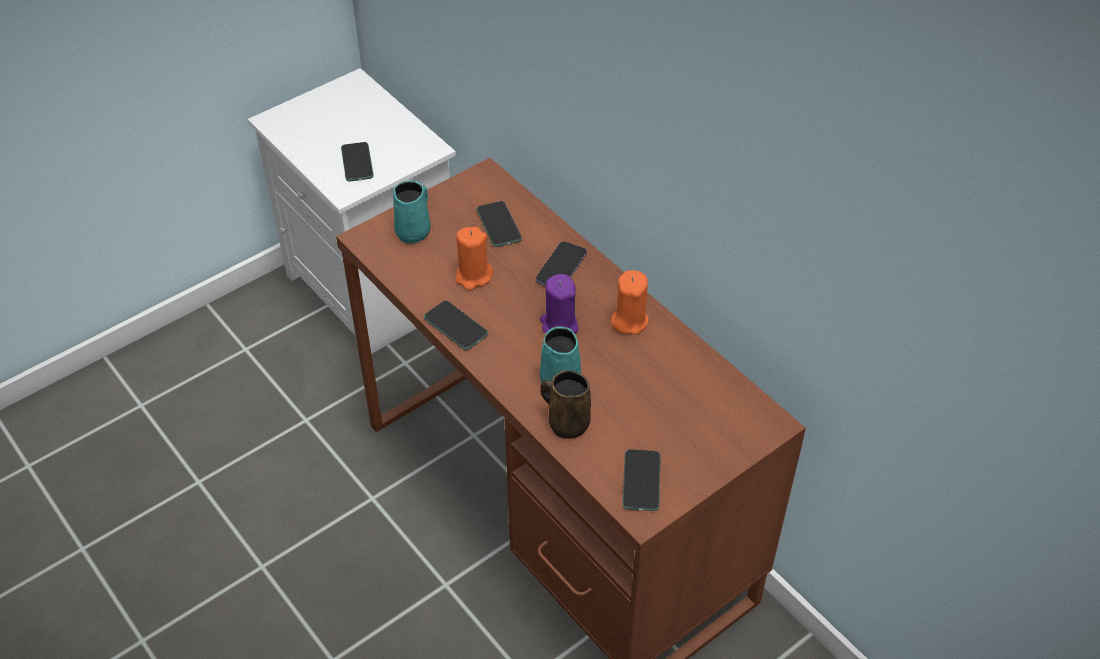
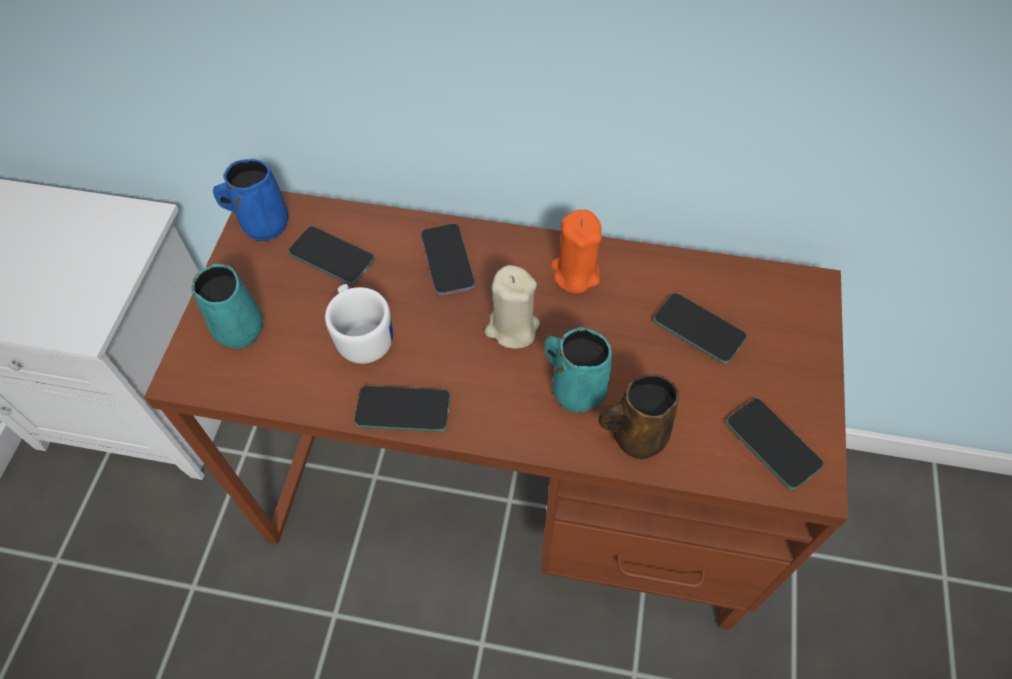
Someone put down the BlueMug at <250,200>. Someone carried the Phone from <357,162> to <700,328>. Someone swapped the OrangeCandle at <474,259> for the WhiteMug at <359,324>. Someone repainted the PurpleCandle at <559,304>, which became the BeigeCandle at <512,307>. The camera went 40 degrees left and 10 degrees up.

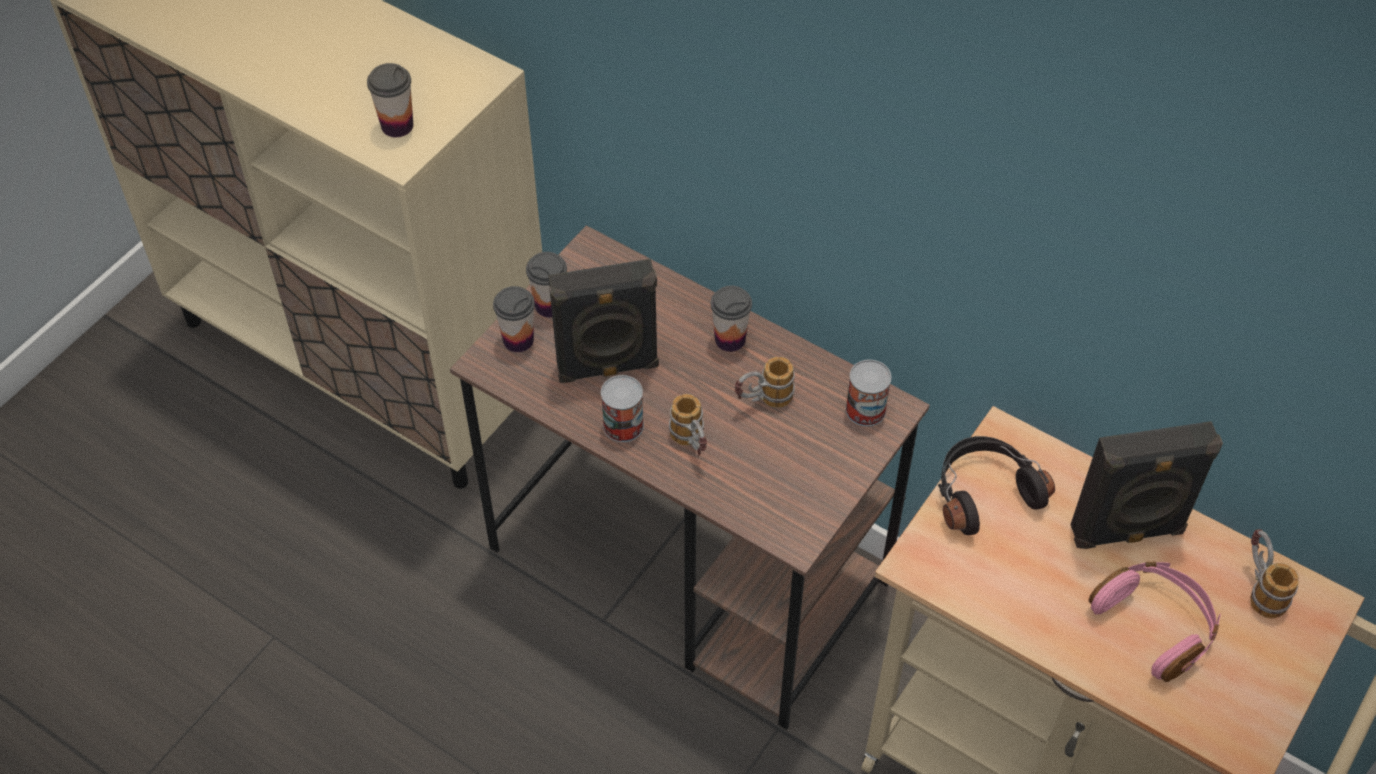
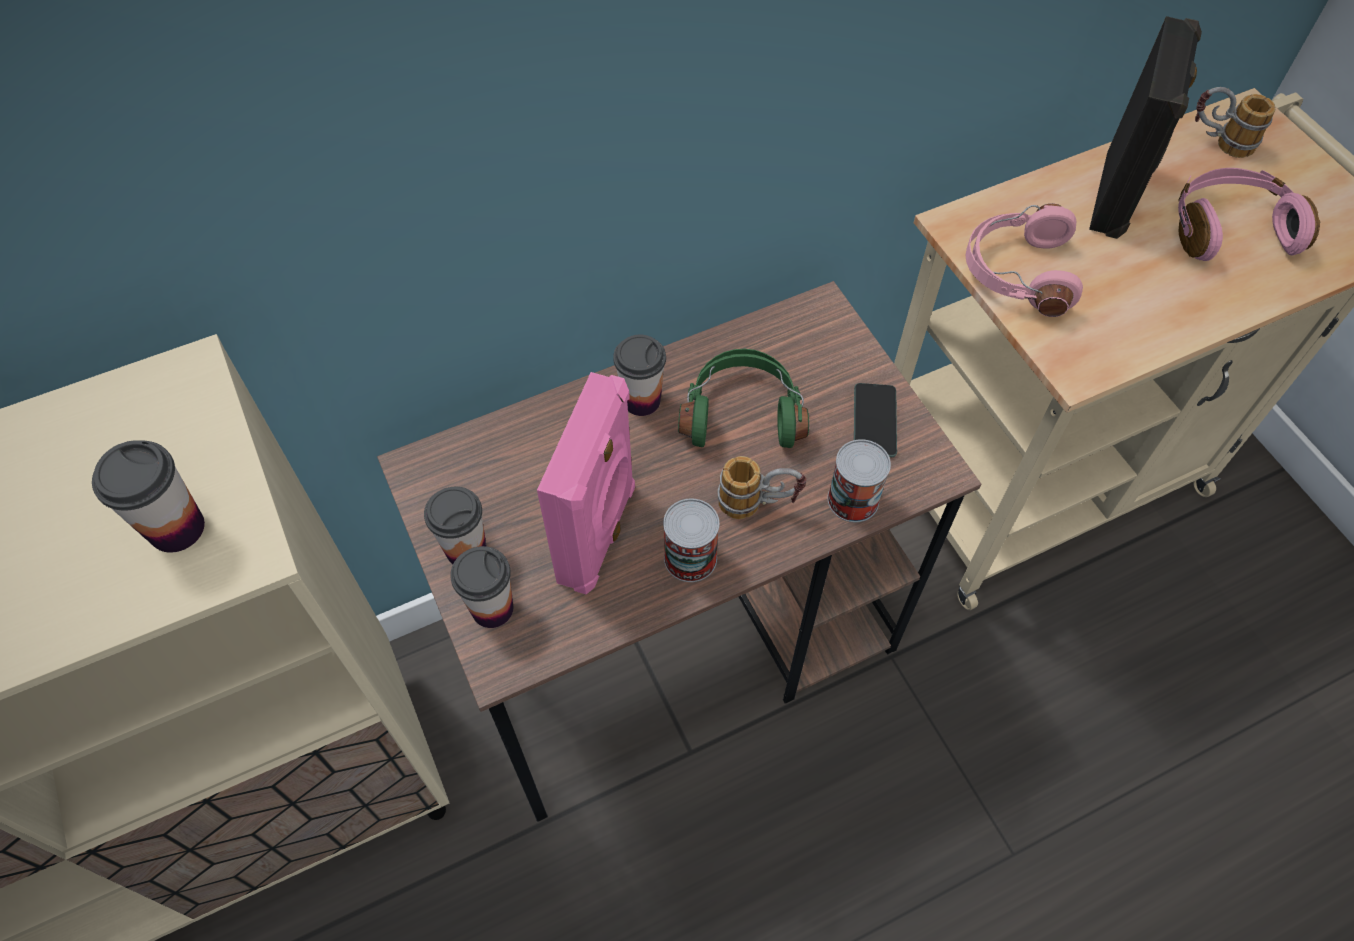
Someone put down the Phone at <875,420>. Someone carried the Can from <868,393> to <859,480>. Someone swapped the Mug at <765,382> for the GreenHeadphones at <743,398>. Someone repainted the BlackSpeaker at <603,321>, which became the PinkSpeaker at <586,483>. Someone repainted the BlackHeadphones at <996,485>, which became the PinkHeadphones at <1024,260>. The camera went 60 degrees left and 5 degrees up.

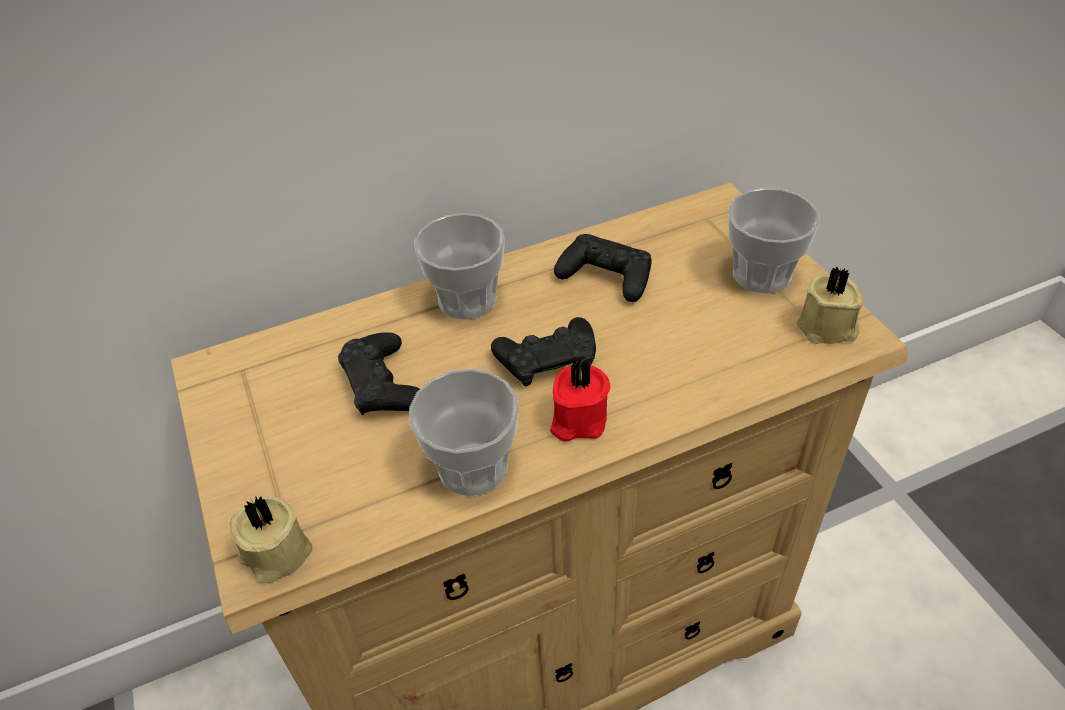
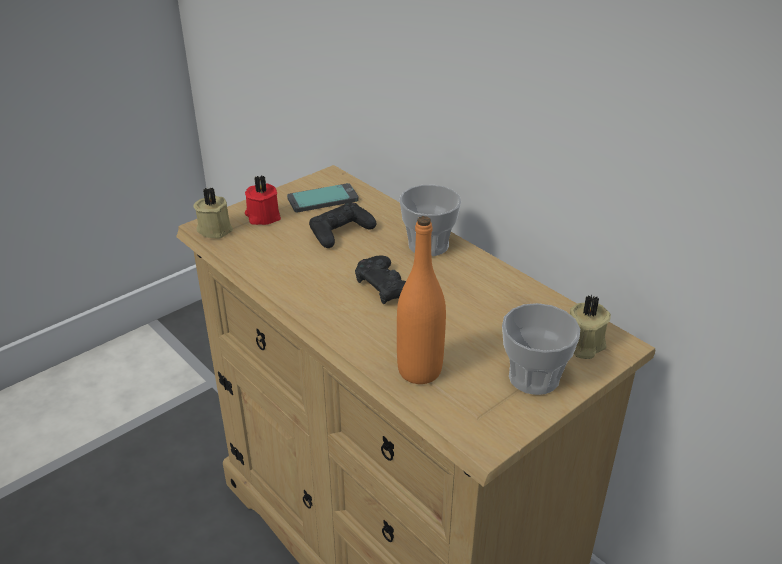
Someone took away the Cup at <464,432>. Someone took away the BlackGameController at <603,268>. Someone put down the Phone at <323,198>. Someone put down the OrangeBottle at <421,300>. Someone carried the RedCandle from <580,400> to <263,200>. Someone carried the BeigeCandle from <830,305> to <590,327>. The camera went 70 degrees right and 10 degrees down.

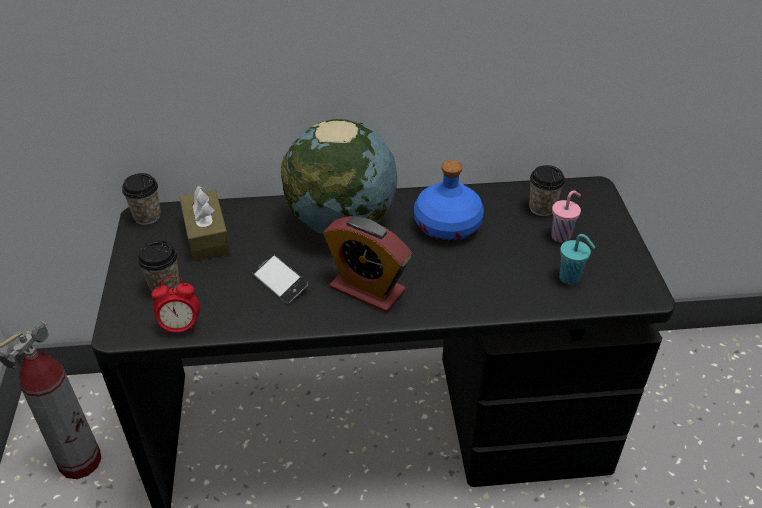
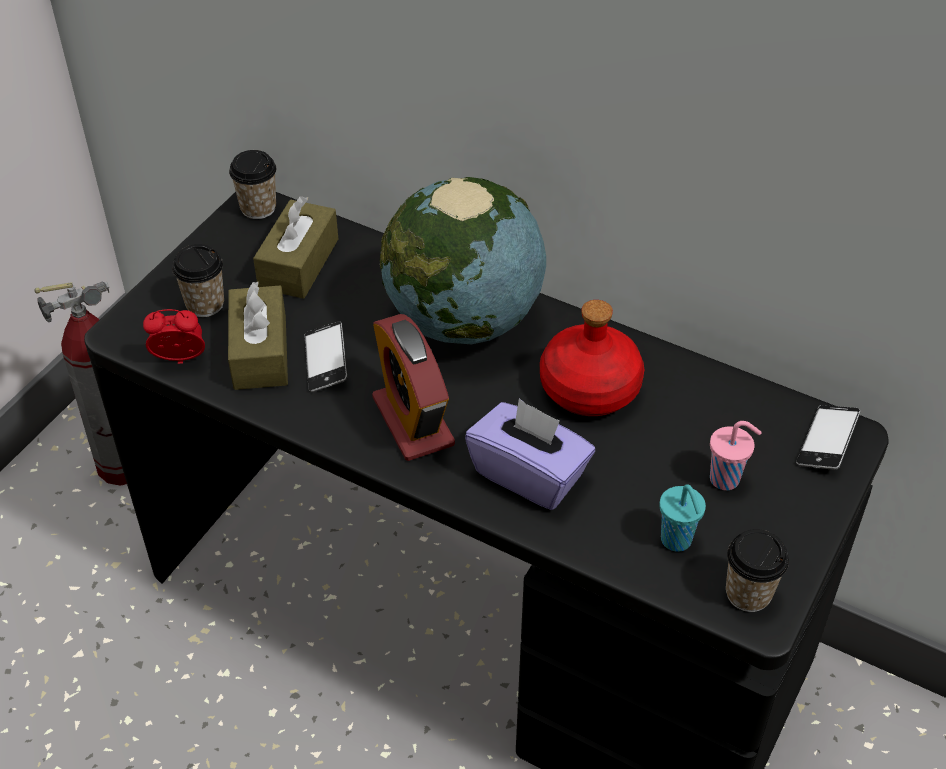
Someone put down the BrownTissueBox at <258,335>. Someone put down the PurpleTissueBox at <530,454>. Someone put down the Phone at <828,437>. Someone carried the Cup from <547,190> to <757,570>. Someone repainted the BlueBottle at <449,200>, which became the RedBottle at <592,358>. Someone rotated the AlarmClock at <175,306> by 150 degrees clockwise. The camera went 35 degrees right and 5 degrees up.

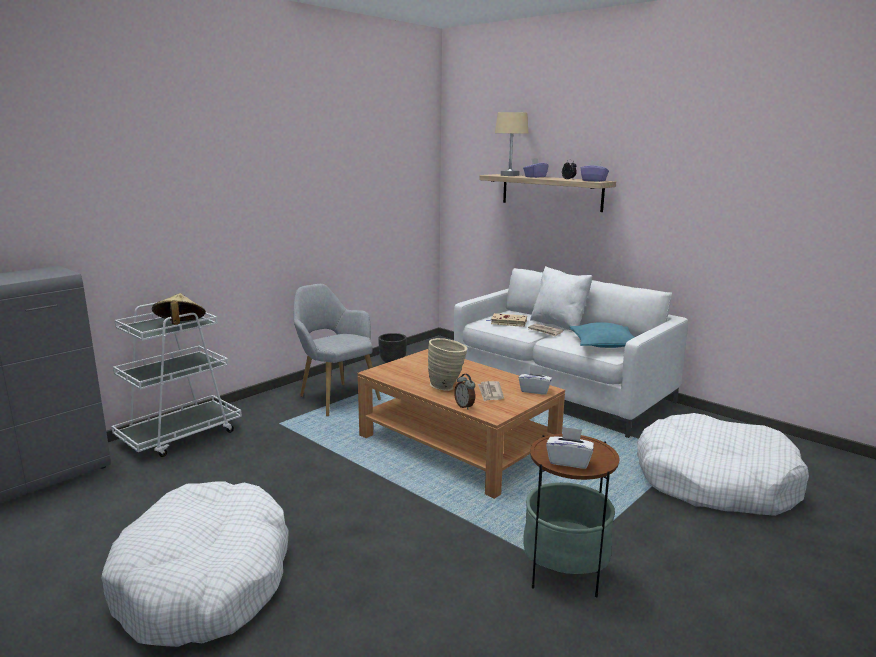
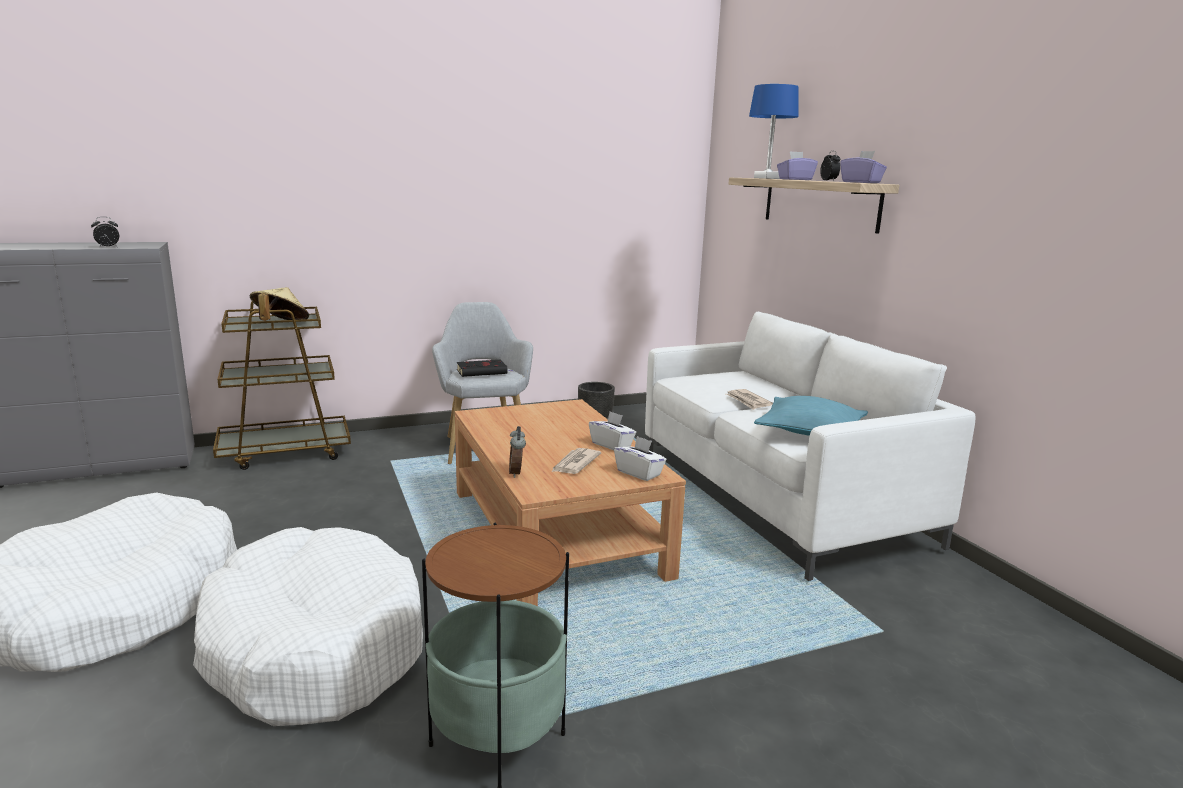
Someone took away the BeigeVase at <447,364>. Someone took away the BeigeBook at <507,320>. Someone took away the WhitePillow at <561,299>. Someone put down the AlarmClock at <105,232>. Someone put down the BlackBook at <485,368>. Someone carried the WhiteTissueBox from <570,448> to <612,430>. Someone carried the WhiteDogBed from <723,464> to <308,626>. Someone repainted the WhiteCart at <176,379>, which became the BrownCart at <282,386>. Someone repainted the BeigeTableLamp at <511,144>, which became the BlueTableLamp at <773,131>. The camera went 25 degrees right and 0 degrees up.

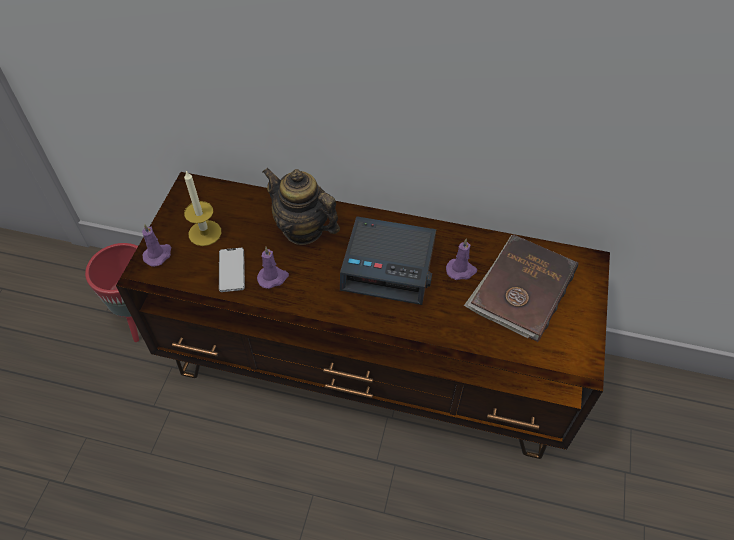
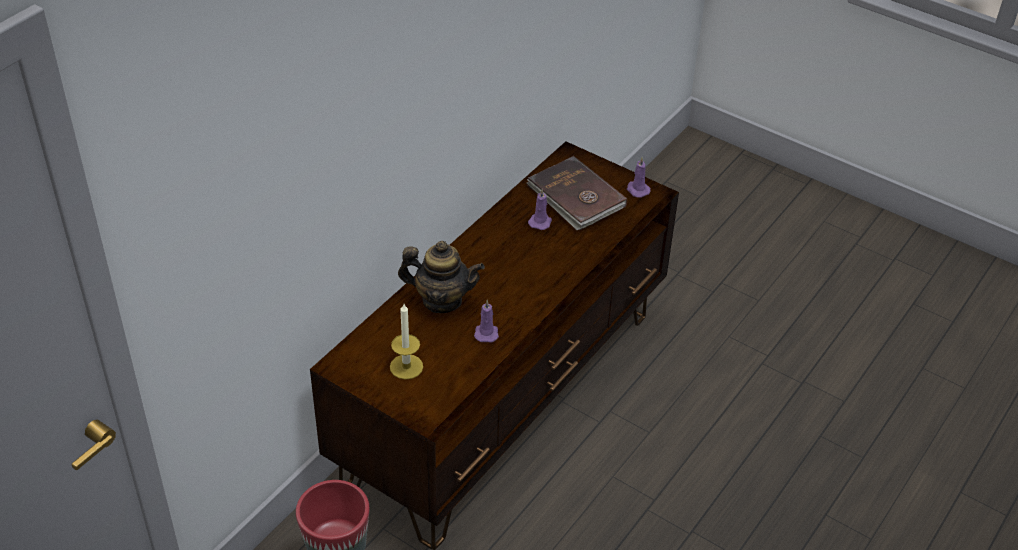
Someone took away the Phone at <232,270>. Someone took away the AlarmClock at <388,260>. Someone carried the PurpleCandle from <156,245> to <638,177>. Someone rotated the Teapot at <301,206> by 135 degrees counterclockwise. The camera went 70 degrees left and 10 degrees down.

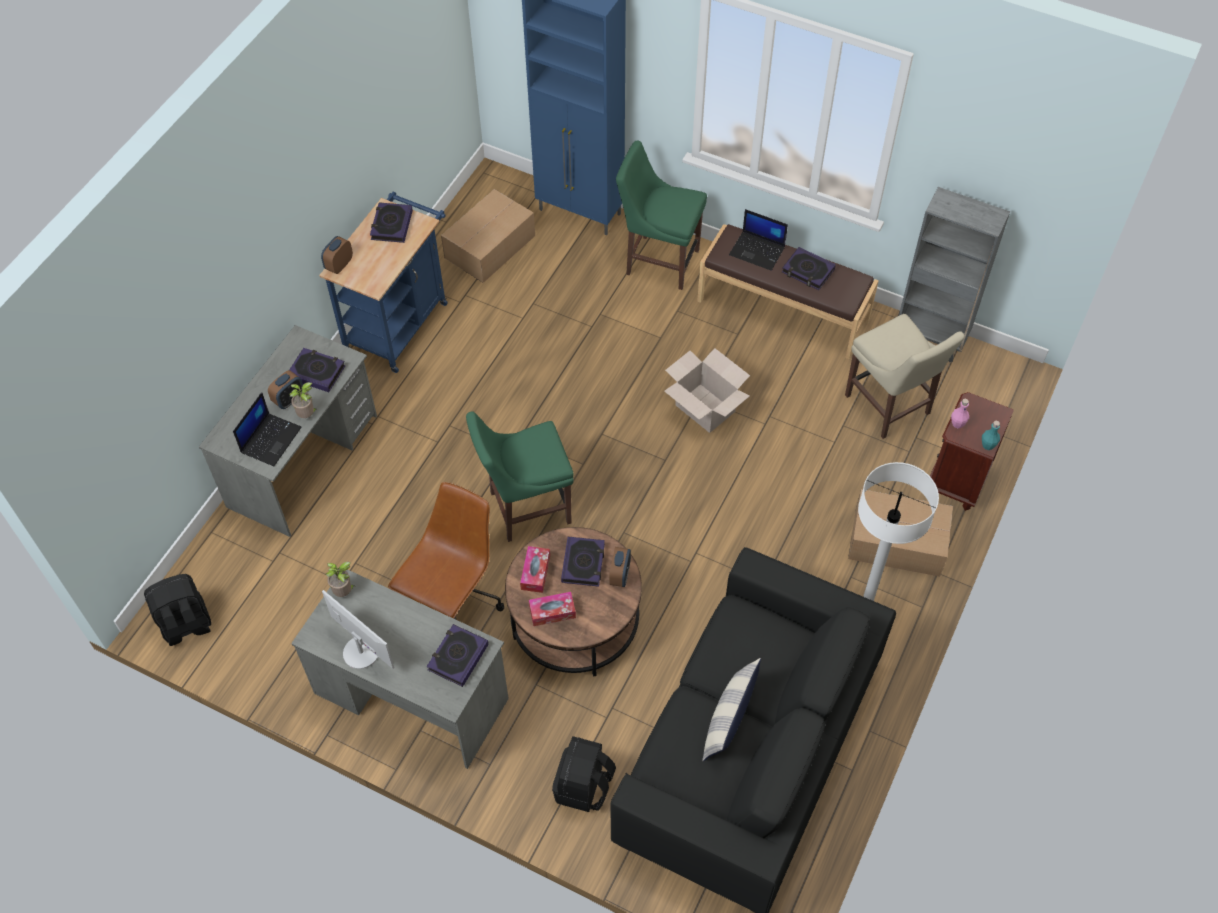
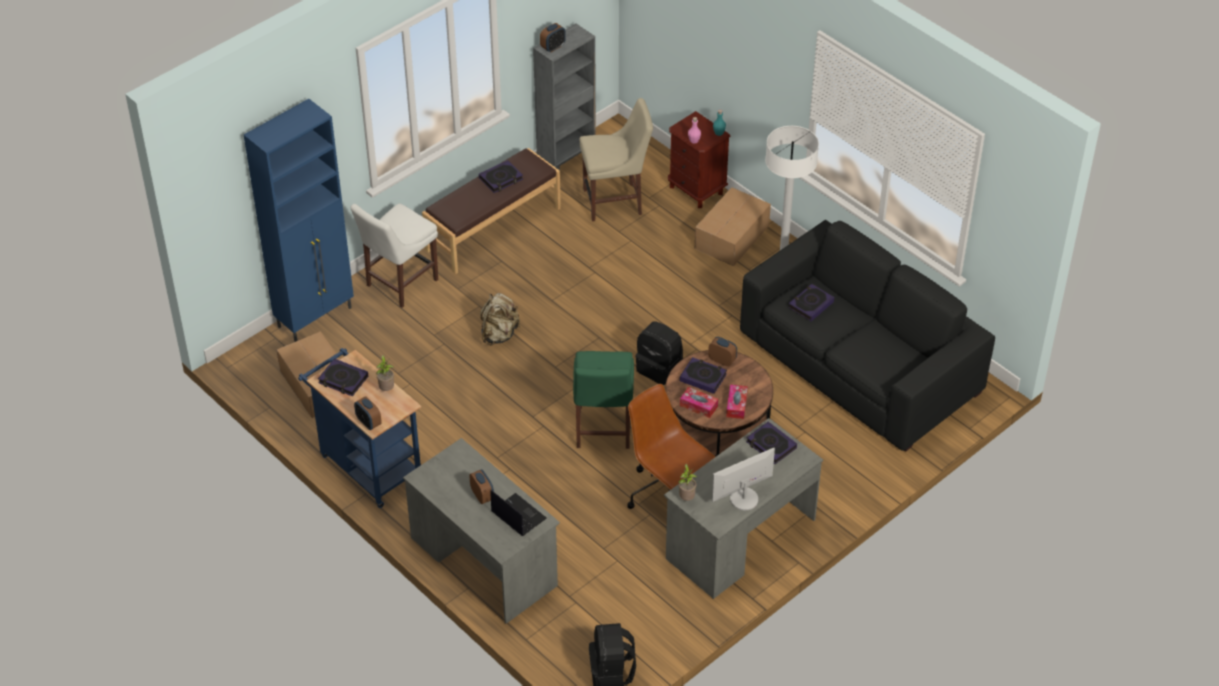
Someone took away the CardboardBox at <707,390>. Someone took away the Pillow at <731,709>. Someone took away the Laptop at <758,240>. Someone put down the BeigeBackpack at <500,319>. Someone put down the AlarmClock at <553,37>. Someone carried the Book from <317,370> to <811,302>. Someone carried the PottedPlant from <303,400> to <385,373>. Someone carried the BlackBackpack from <584,774> to <659,353>. Someone repainted the GreenChair at <661,215>, which became the WhiteChair at <394,255>. The camera went 70 degrees left and 10 degrees down.

